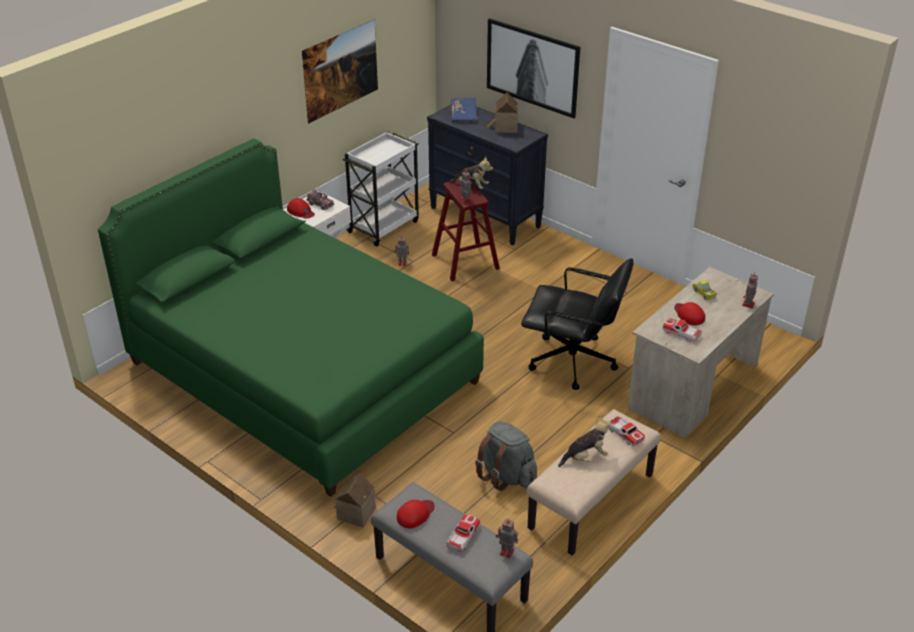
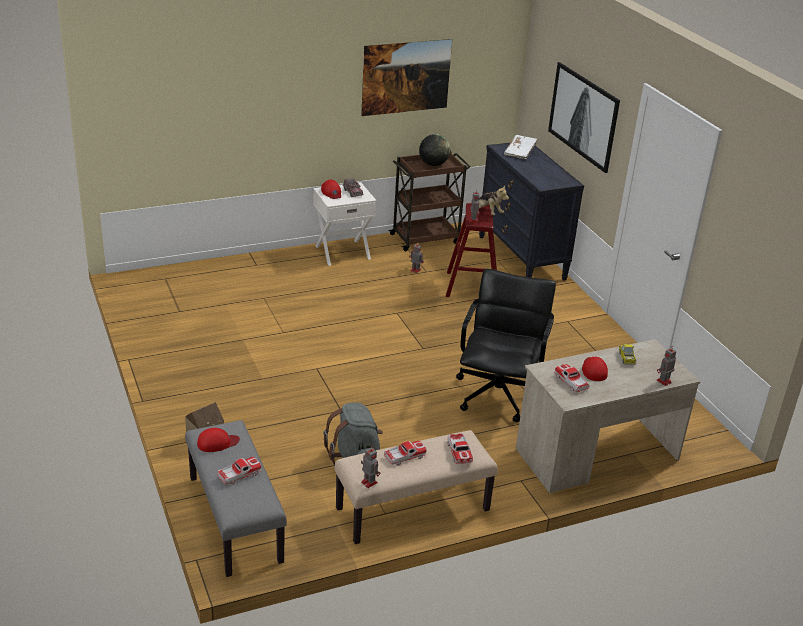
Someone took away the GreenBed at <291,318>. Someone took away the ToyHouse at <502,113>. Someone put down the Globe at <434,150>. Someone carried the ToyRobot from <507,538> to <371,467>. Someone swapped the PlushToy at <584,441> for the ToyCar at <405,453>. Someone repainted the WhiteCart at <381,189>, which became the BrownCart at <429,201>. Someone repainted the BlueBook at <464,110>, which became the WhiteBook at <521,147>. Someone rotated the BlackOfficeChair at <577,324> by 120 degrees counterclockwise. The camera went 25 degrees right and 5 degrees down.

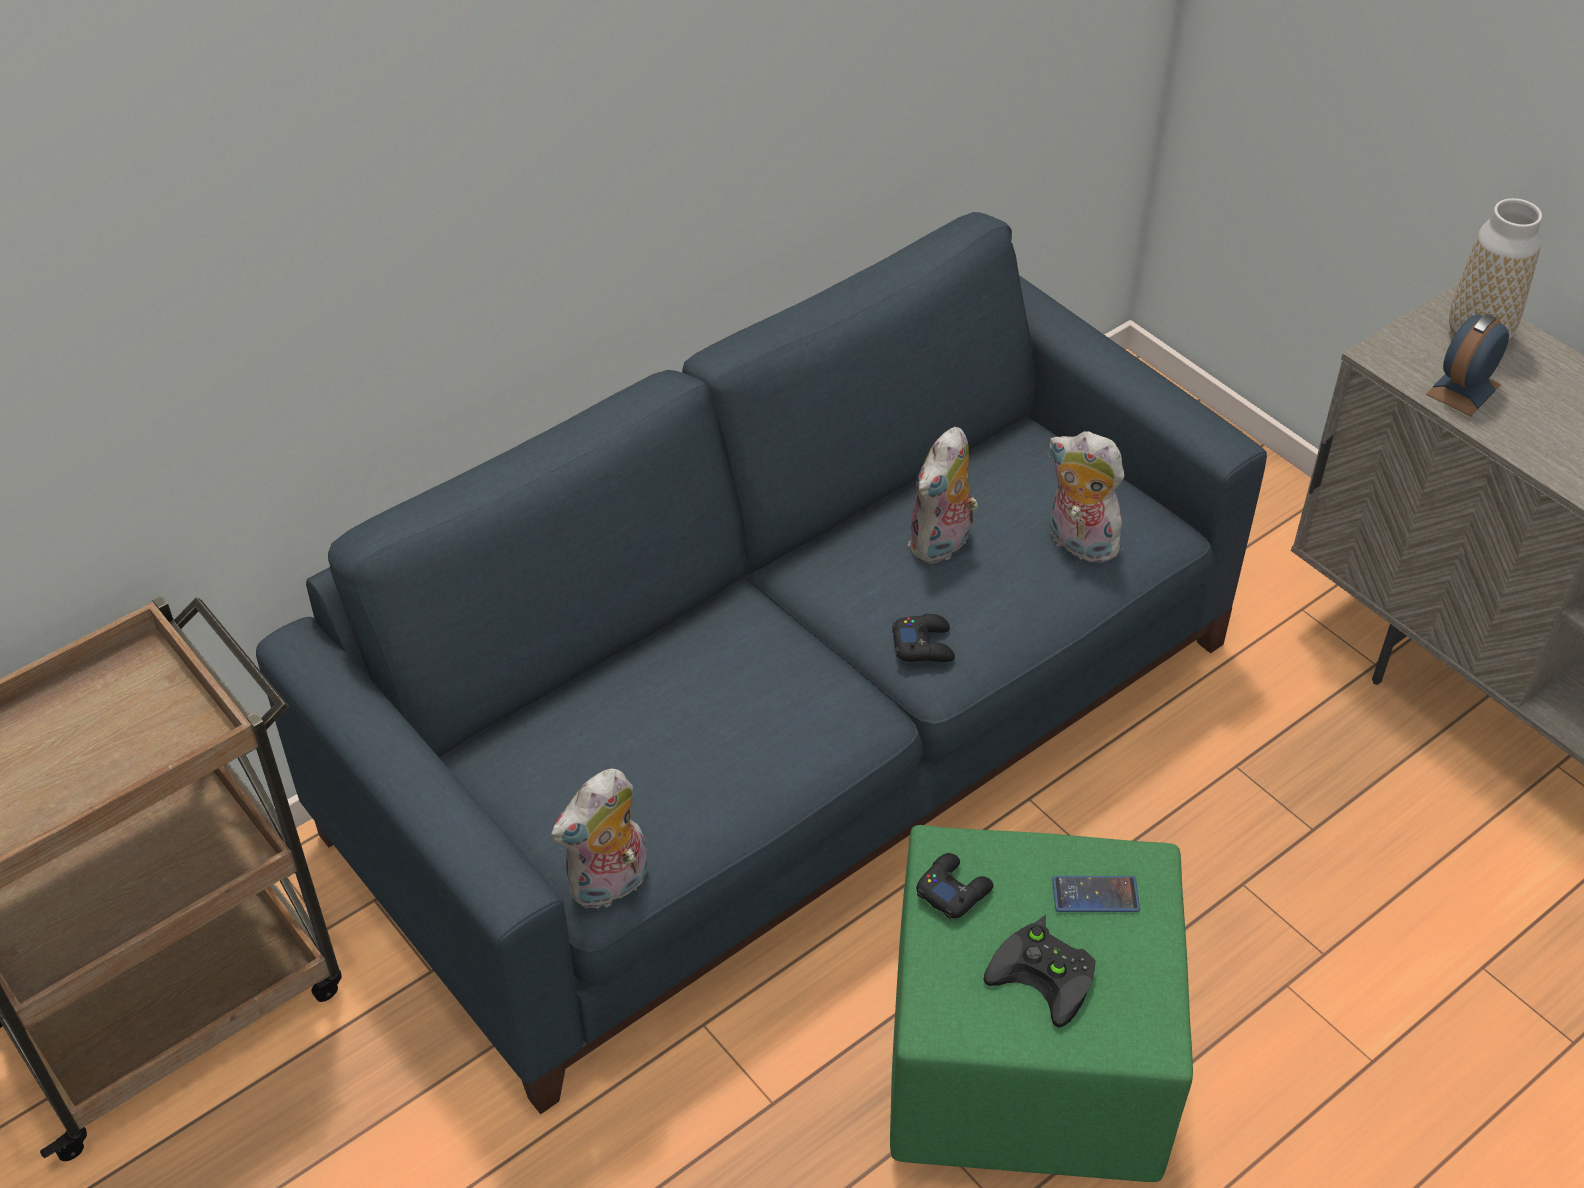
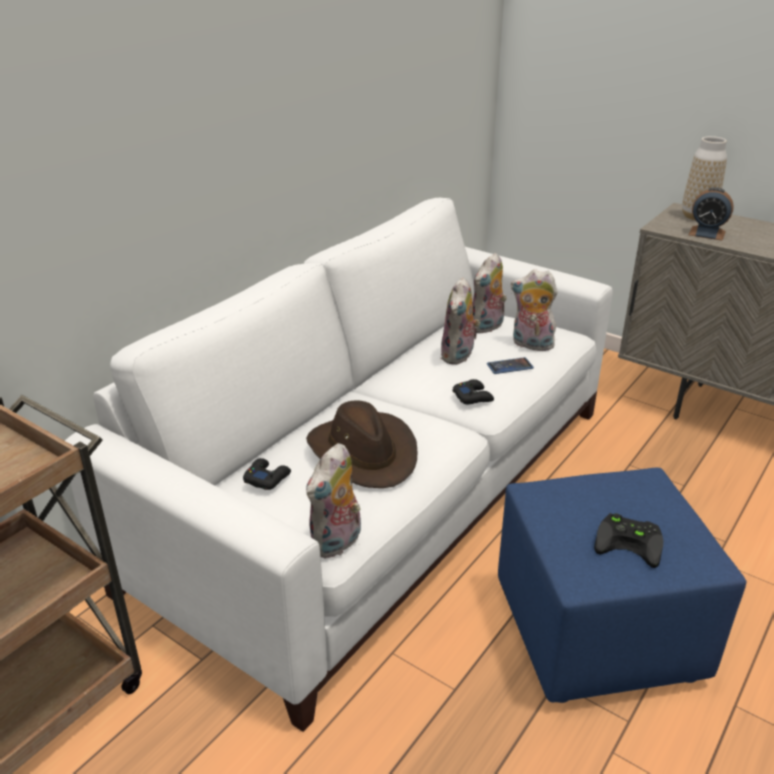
Someone put down the BrownHat at <361,444>. Someone put down the PlushToy at <489,293>. Someone carried the BlackGameController from <955,886> to <267,474>. Someone carried the Phone from <1096,894> to <510,365>. Someone repainted the BlueSofa at <761,663>, which became the WhiteSofa at <339,465>. Someone repainted the GreenOttoman at <1041,1003>, which became the BlueOttoman at <622,585>. Someone rotated the AlarmClock at <1467,365> by 90 degrees counterclockwise. The camera went 15 degrees left and 15 degrees down.

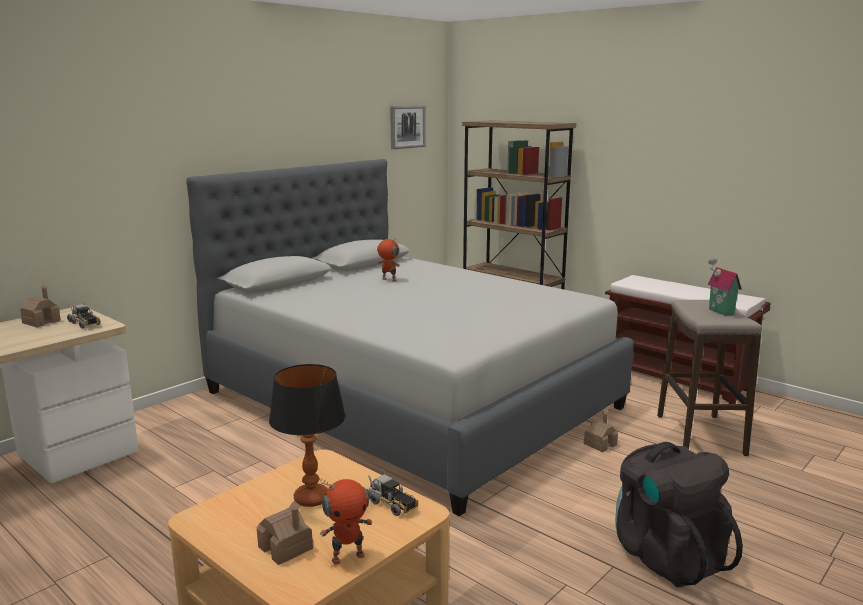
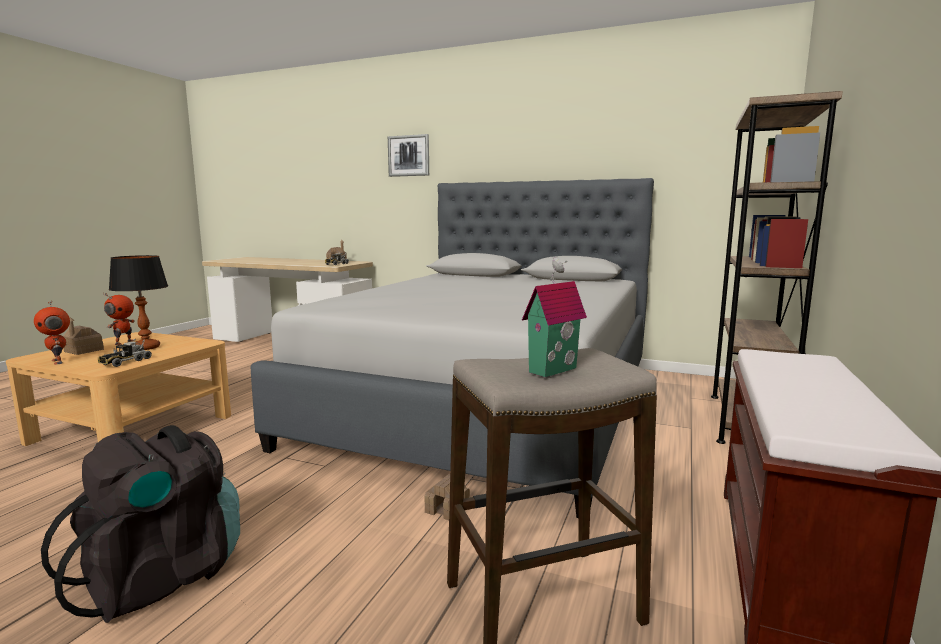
Someone carried the ToyRobot from <388,260> to <119,319>. Someone carried the Picture from <408,127> to <408,155>. The camera went 70 degrees right and 5 degrees down.

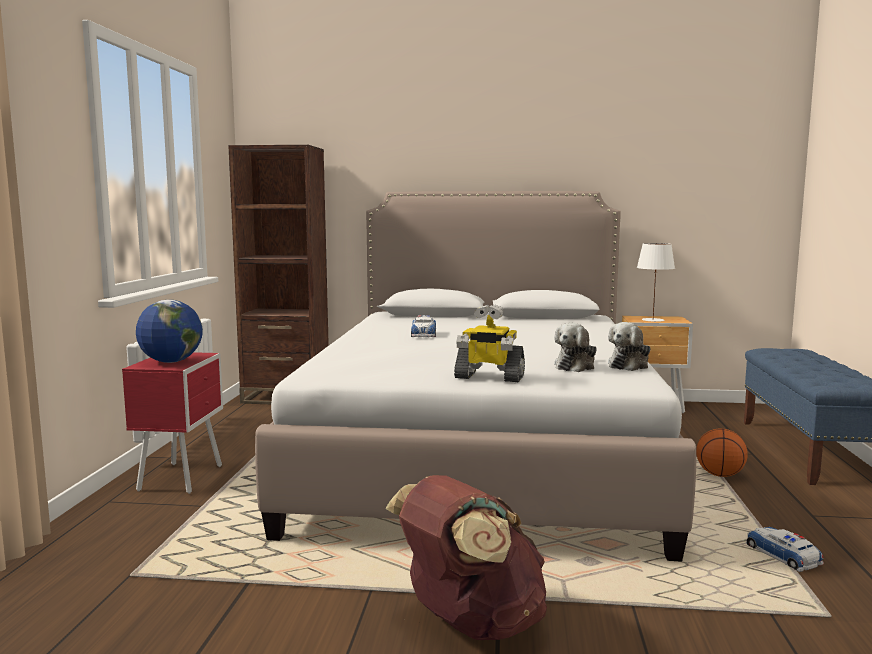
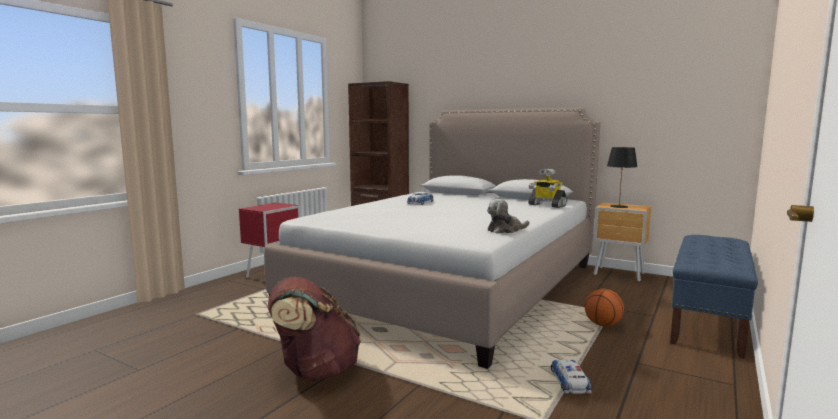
Someone took away the Globe at <169,331>. Someone took away the PlushToy at <575,347>. Someone carried the ToyRobot from <489,343> to <547,188>. Someone repainted the WhiteTableLamp at <656,282>, which became the BlackTableLamp at <622,177>. The camera went 25 degrees right and 0 degrees up.

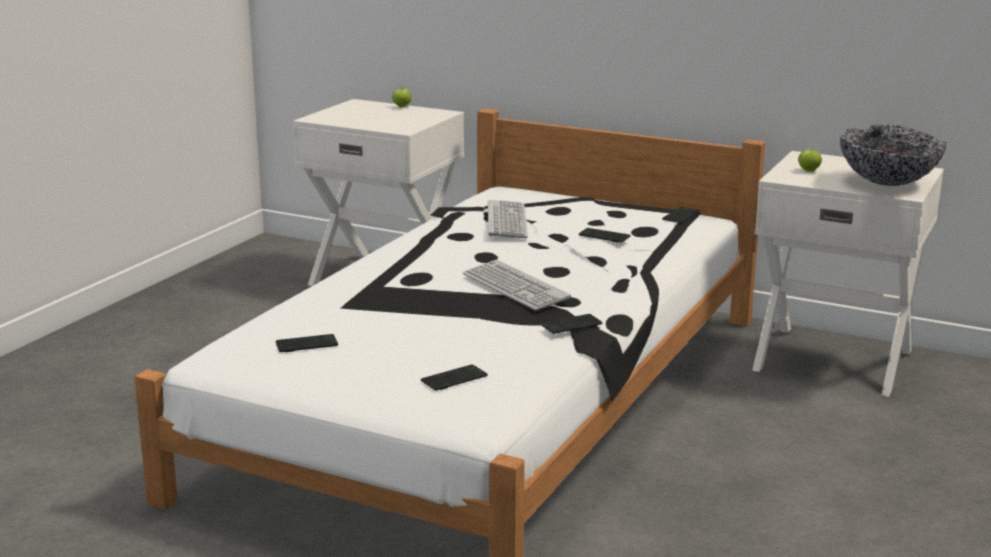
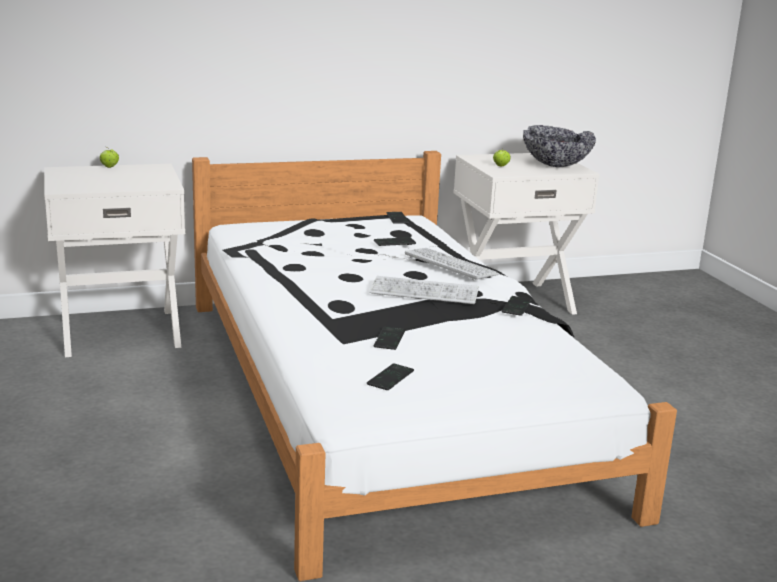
Someone carried the Phone from <454,377> to <389,338>. Someone carried the Keyboard from <508,219> to <452,264>. The camera went 45 degrees left and 0 degrees up.

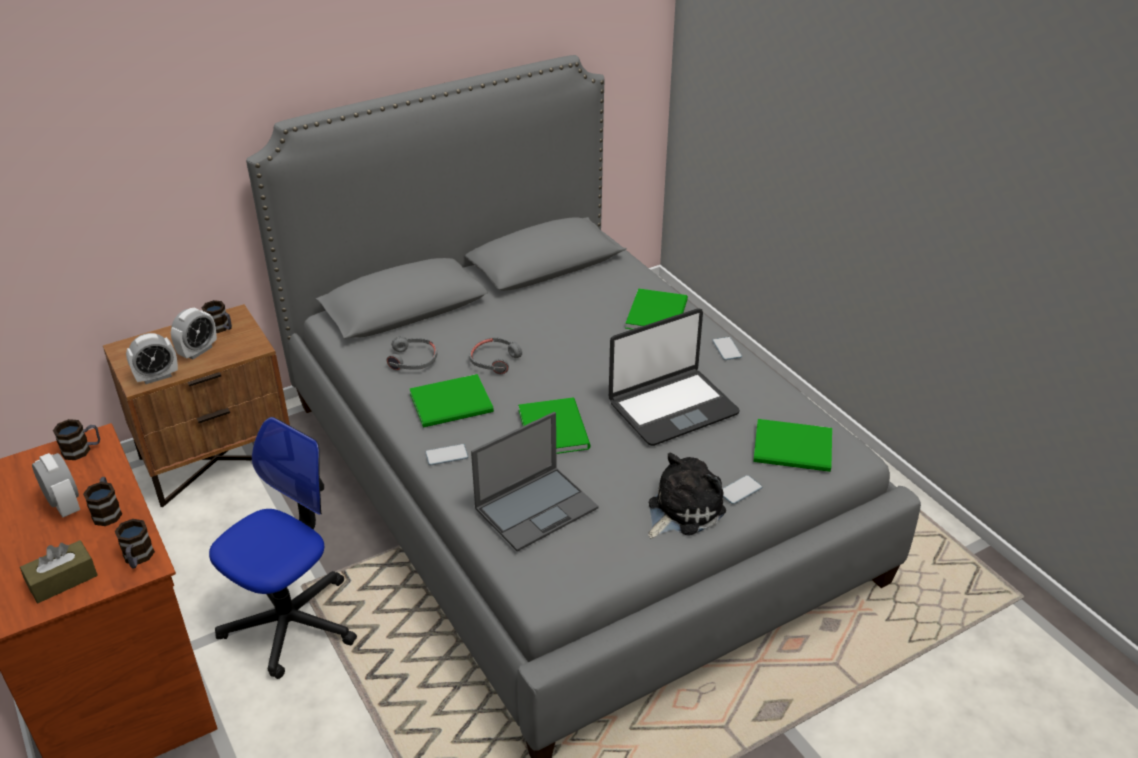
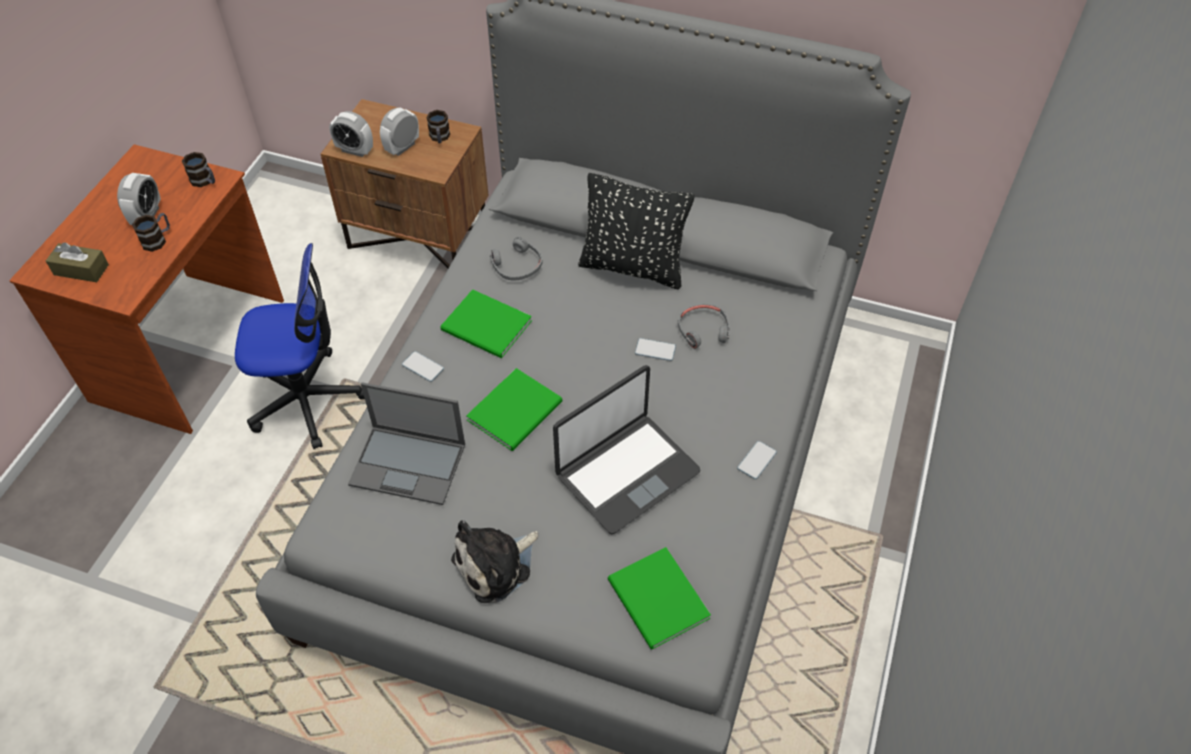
Someone took away the Mug at <134,544>. Someone took away the GreenBook at <656,309>. Someone put down the BlackPillow at <636,231>. Someone carried the GreyHeadphones from <495,355> to <704,326>. Someone carried the Phone from <742,489> to <655,349>. Someone rotated the AlarmClock at <194,334> by 135 degrees clockwise. Someone rotated the Laptop at <674,377> by 60 degrees counterclockwise. Someone rotated the PlushToy at <687,496> by 135 degrees clockwise. The camera went 50 degrees right and 15 degrees up.

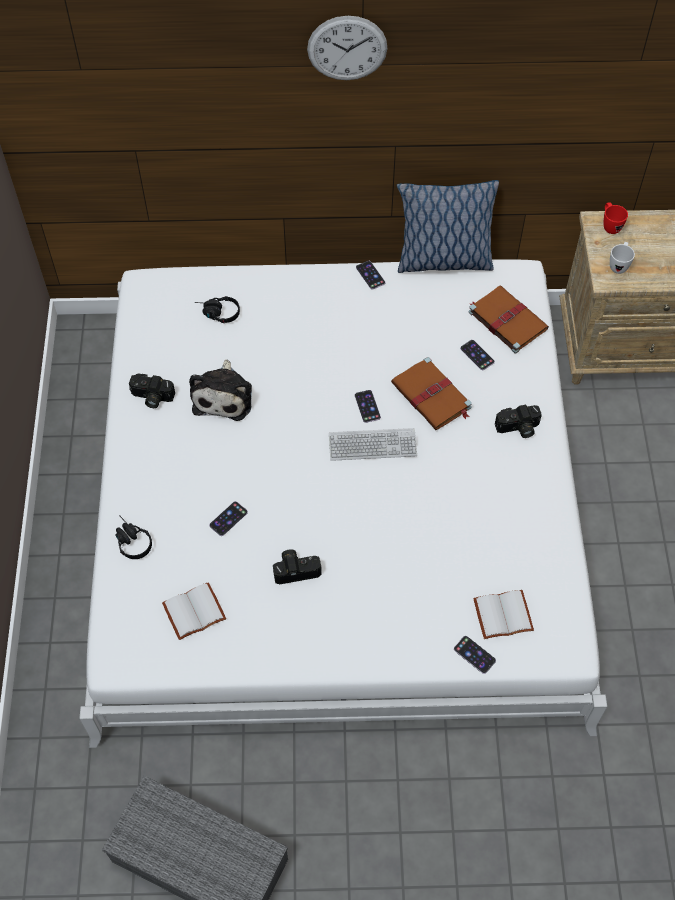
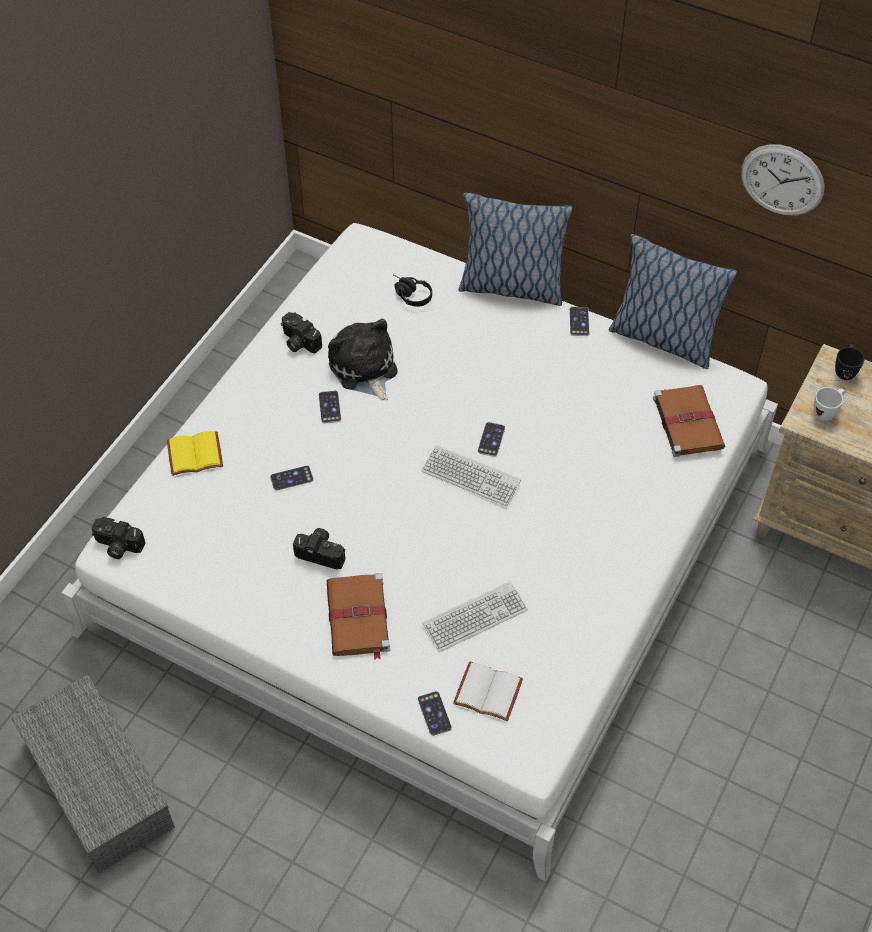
Someone took away the WhiteBook at <194,611>. Someone put down the Keyboard at <475,616>. Someone put down the Pillow at <516,249>. Someone carried the WallClock from <347,48> to <783,180>. Someone carried the BrownBook from <431,393> to <358,616>. Someone carried the Phone from <477,355> to <330,407>. Someone carried the PhotoCamera from <518,421> to <118,538>. Someone swapped the BlackHeadphones at <133,537> for the YellowBook at <195,453>. Someone repainted the RedMug at <616,218>, which became the BlackMug at <850,362>. Someone rotated the PlushToy at <220,390> by 120 degrees clockwise. The camera went 30 degrees right and 5 degrees down.

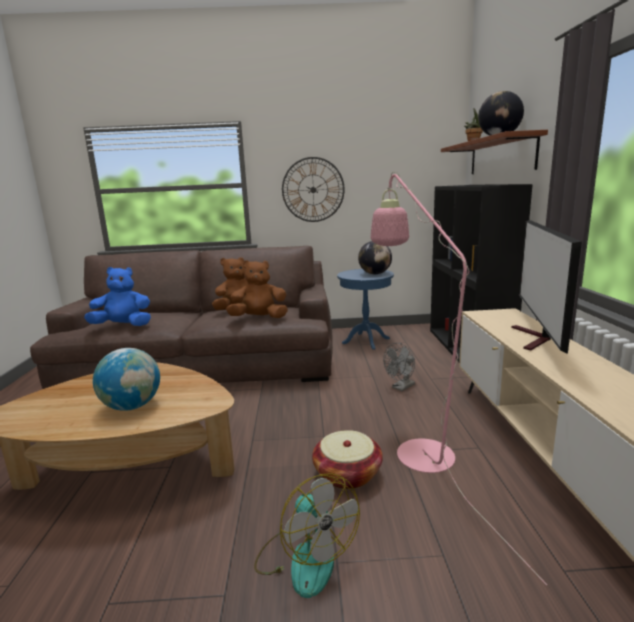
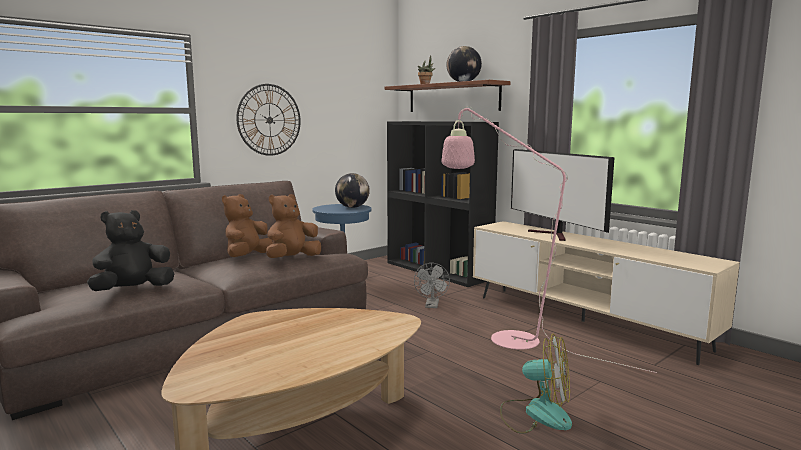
Someone took away the Globe at <126,379>. Someone took away the Basket at <347,459>. Someone repainted the BluePlushToy at <117,296>, which became the BlackPlushToy at <131,250>. The camera went 40 degrees left and 5 degrees down.

